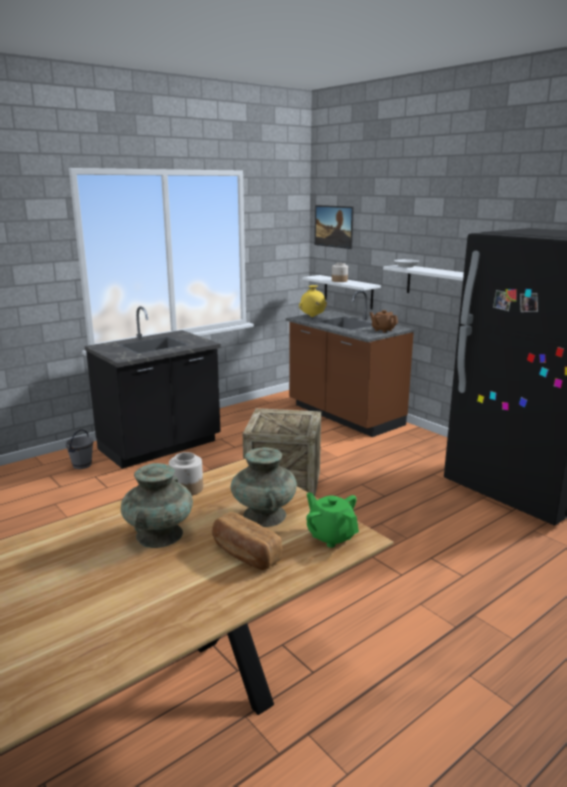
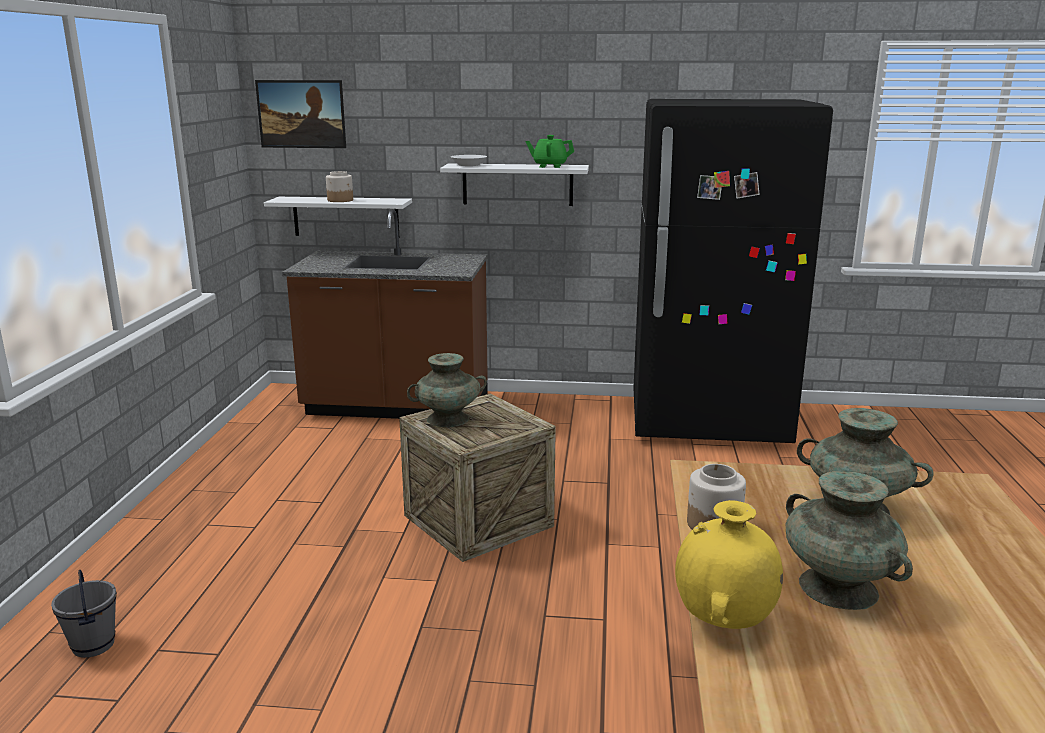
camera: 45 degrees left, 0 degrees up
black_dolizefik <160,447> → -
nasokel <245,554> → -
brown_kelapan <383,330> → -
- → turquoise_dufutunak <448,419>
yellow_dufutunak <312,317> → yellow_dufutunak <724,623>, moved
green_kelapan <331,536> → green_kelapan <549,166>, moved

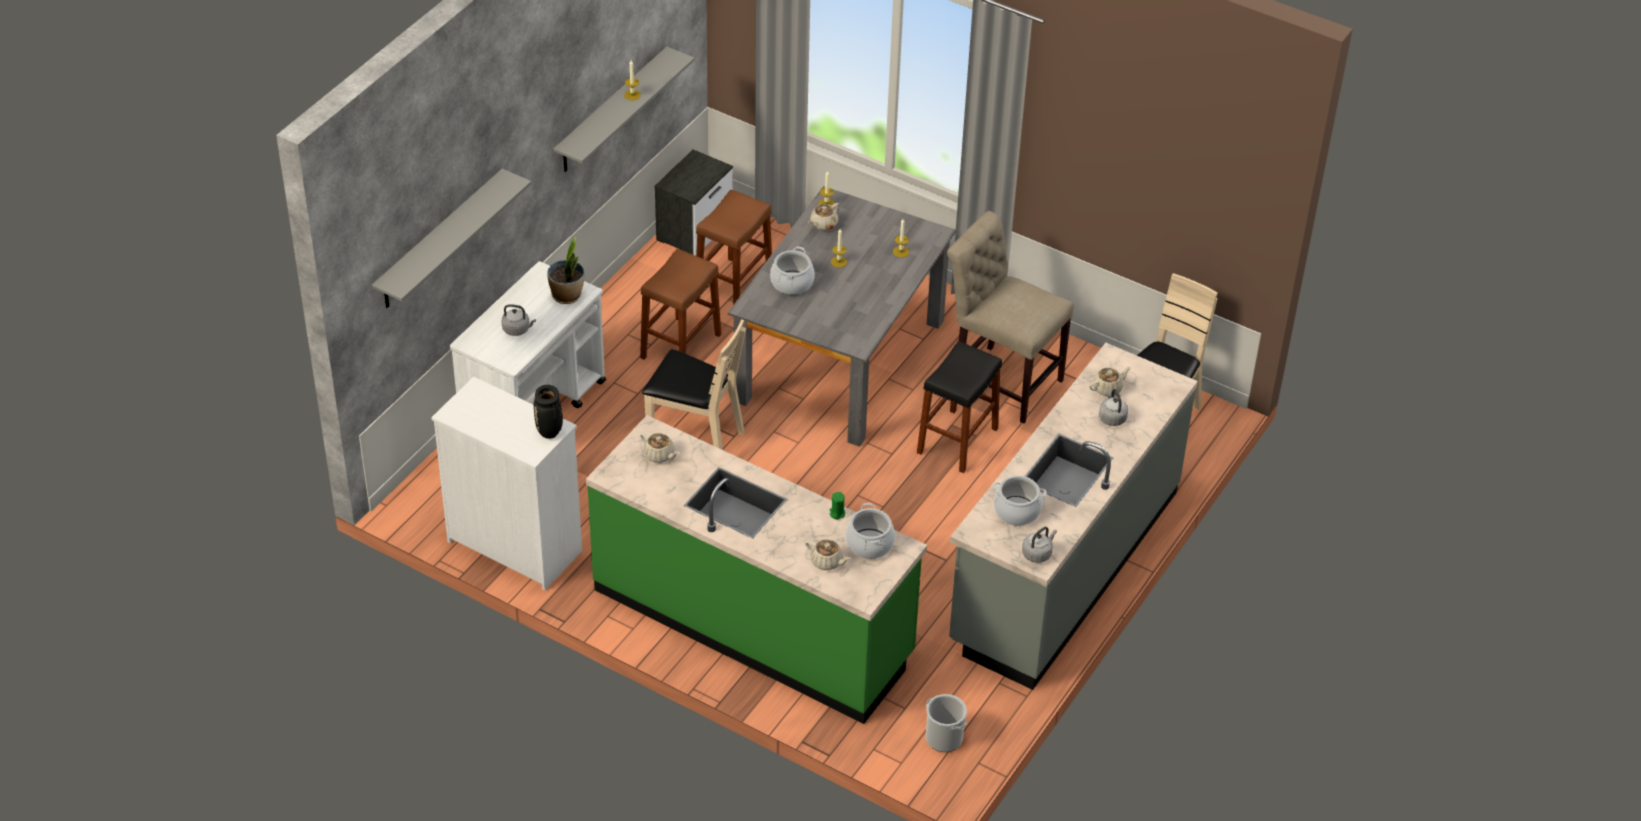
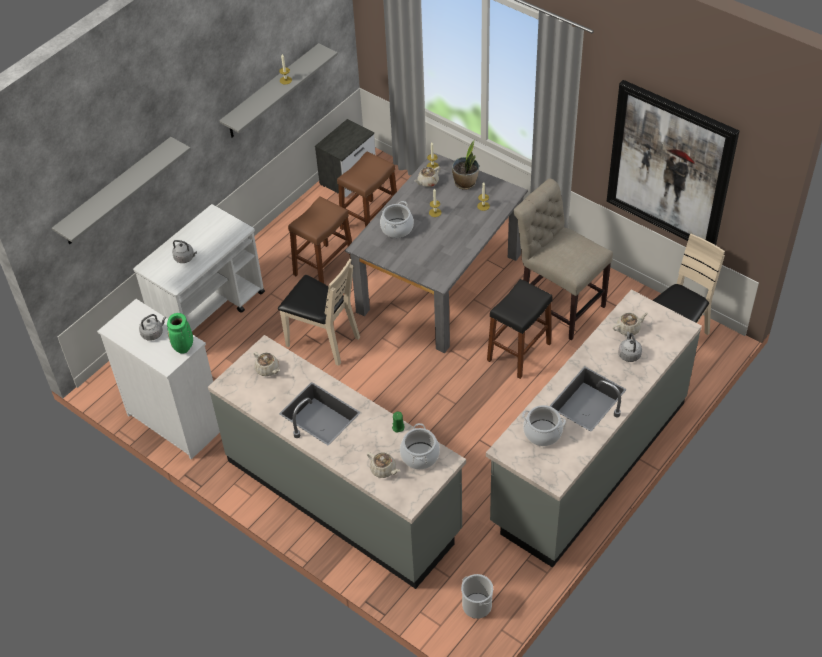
camera: 10 degrees right, 5 degrees up
- → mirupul <670,166>
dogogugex <567,295> → dogogugex <465,183>, moved
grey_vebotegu <1038,553> → grey_vebotegu <153,333>, moved
black_dufutunak <550,432> → green_dufutunak <184,348>
green_dolizefik <754,623> → grey_dolizefik <343,496>

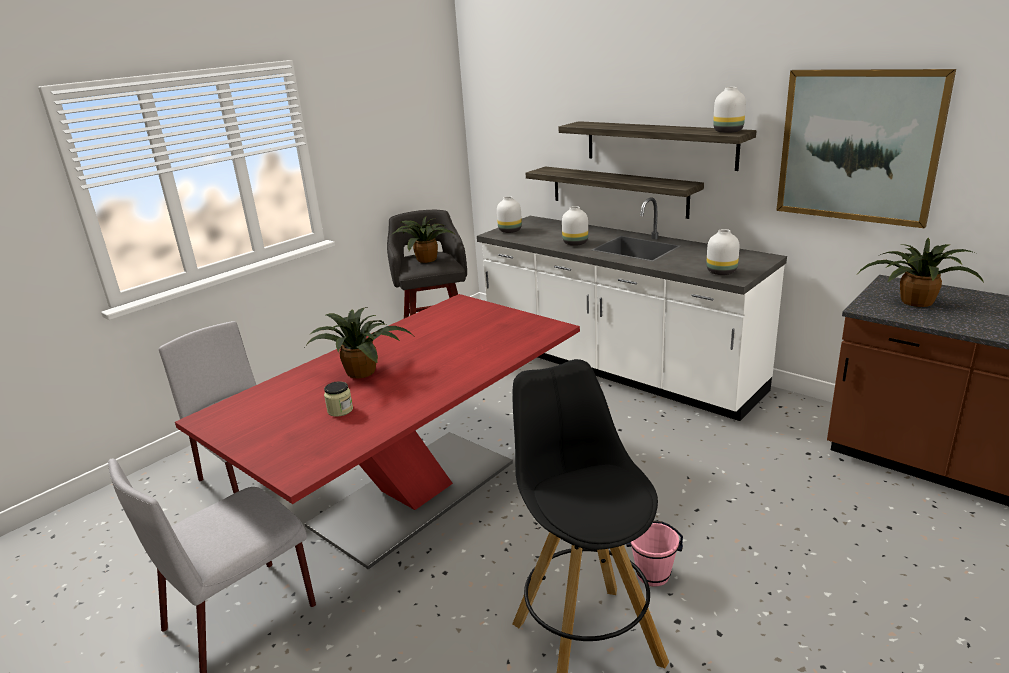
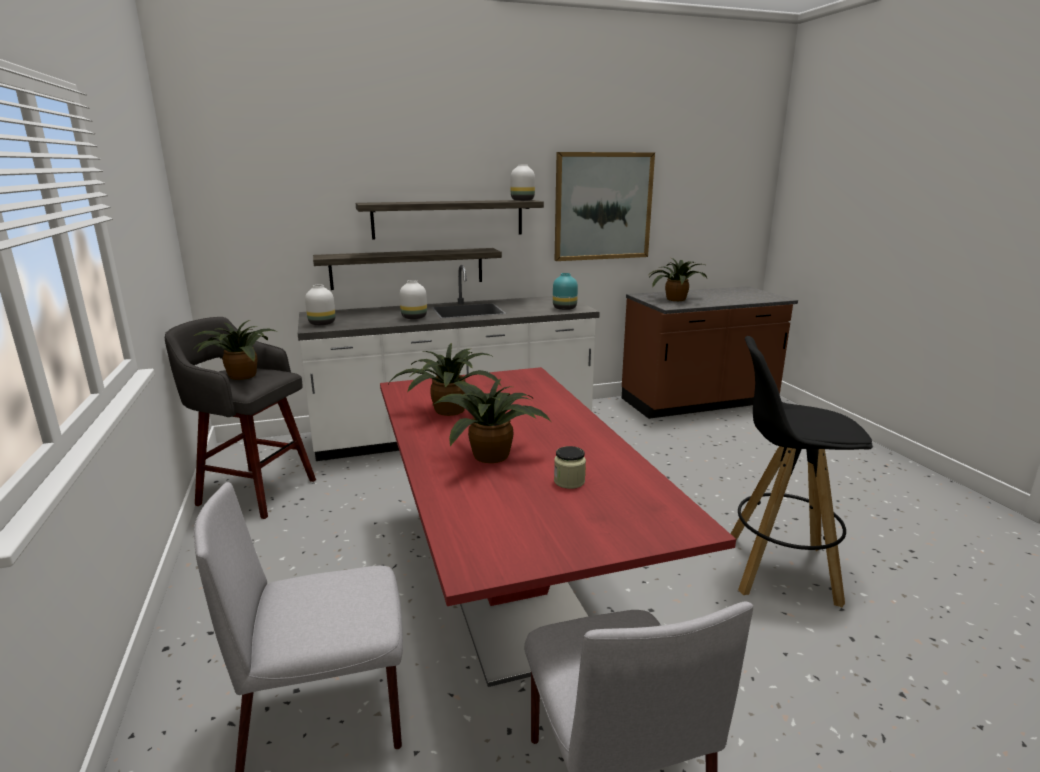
camera: 60 degrees left, 5 degrees down
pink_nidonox <653,575> → -
- → dogogugex <447,411>
white_dufutunak <720,272> → turquoise_dufutunak <564,308>

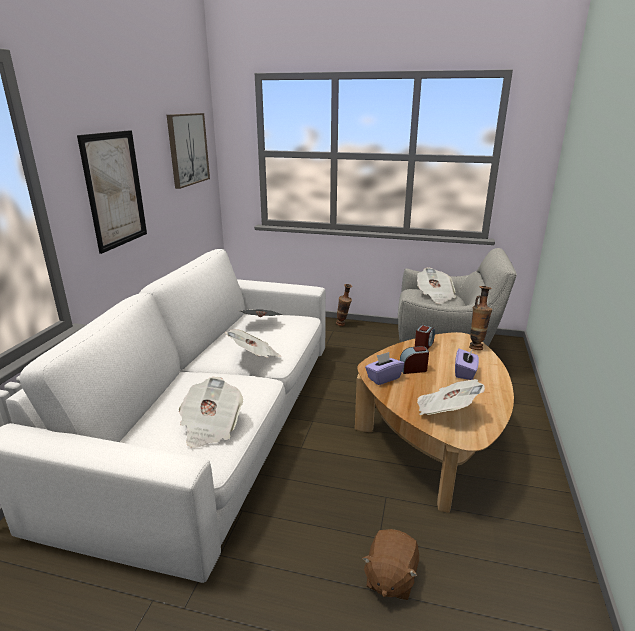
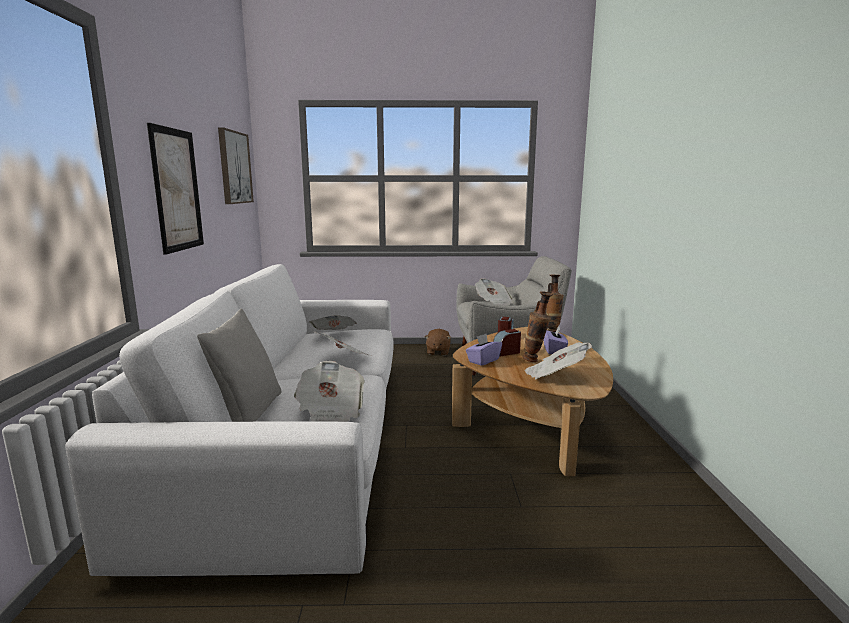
camera: 15 degrees left, 10 degrees down
- → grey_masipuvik <248,415>
dufutunak <343,325> → dufutunak <535,361>, moved
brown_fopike <390,578> → brown_fopike <437,352>, moved

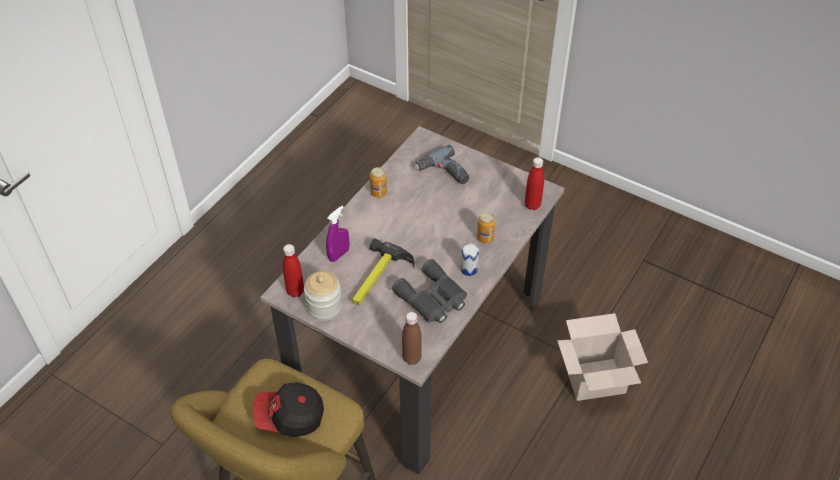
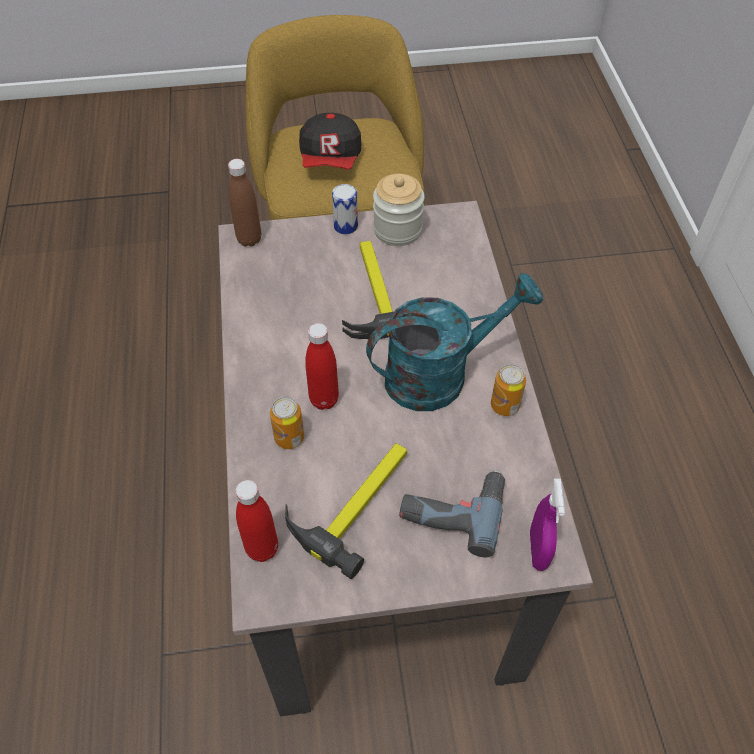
camera: 140 degrees right, 5 degrees up
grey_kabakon <432,299> → -
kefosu <594,380> → -
- → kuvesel <355,501>
- → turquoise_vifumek <440,373>
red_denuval <295,291> → red_denuval <324,399>, moved
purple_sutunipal <339,255> → purple_sutunipal <538,550>, moved
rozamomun <469,269> → rozamomun <345,226>, moved
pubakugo <290,417> → pubakugo <331,159>, 135 degrees clockwise

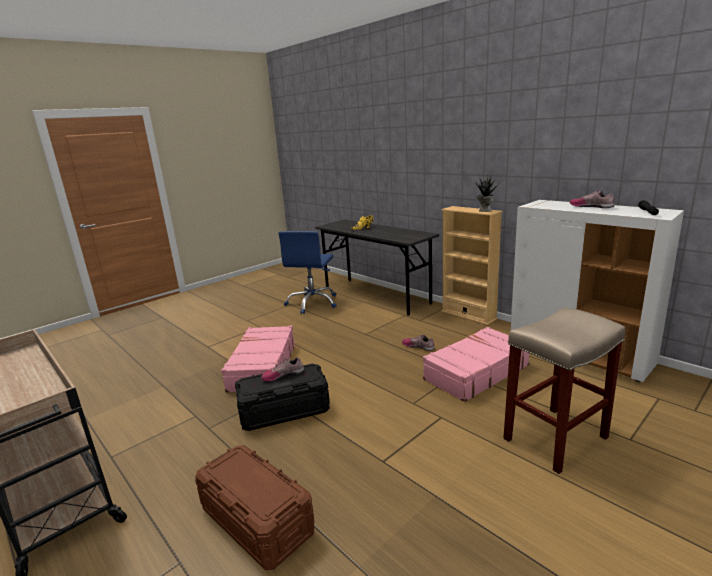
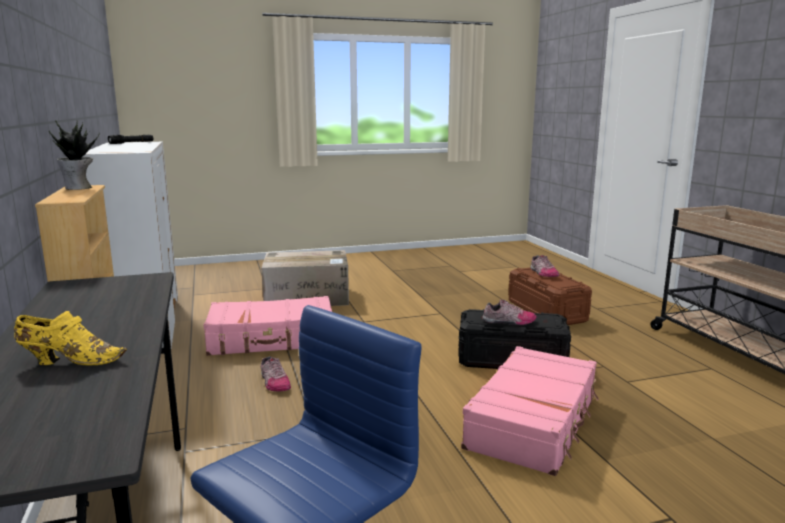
camera: 155 degrees left, 5 degrees down
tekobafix <591,206> → tekobafix <543,273>, moved
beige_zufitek <555,439> → kefosu <308,297>

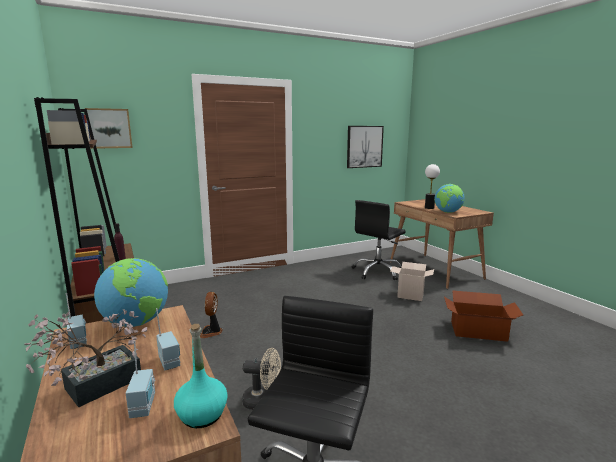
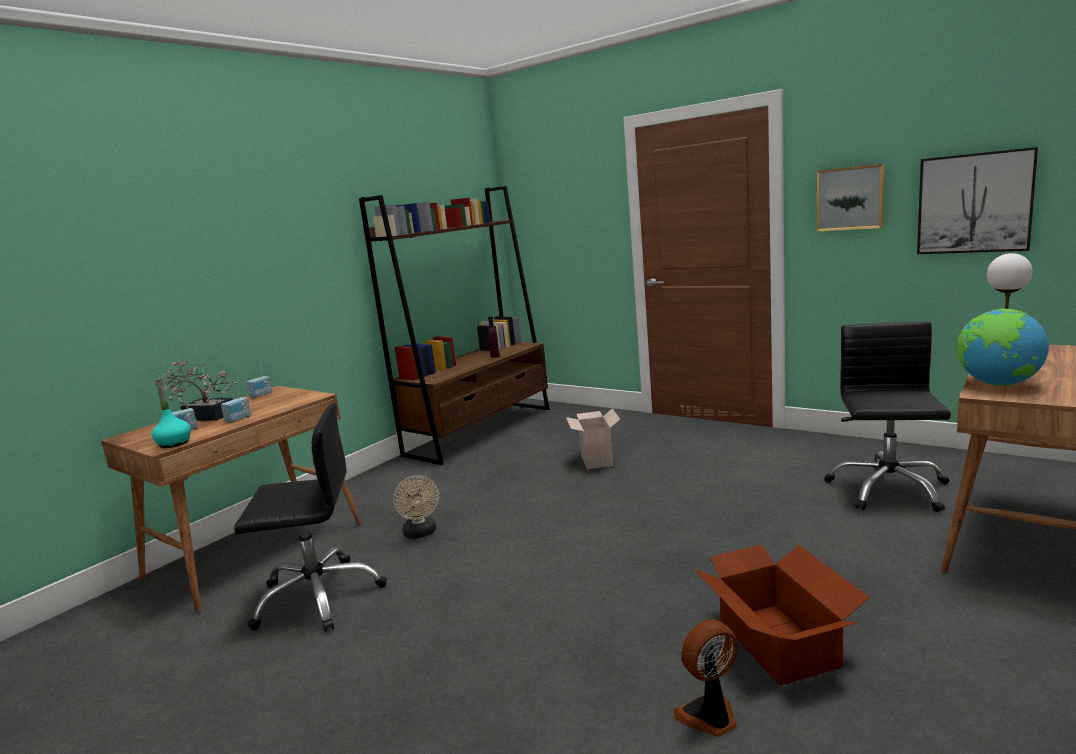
camera: 65 degrees right, 0 degrees up
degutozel <136,323> → -
mirupul <109,128> → mirupul <850,198>, moved
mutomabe <211,332> → mutomabe <710,717>, moved
kefosu <409,296> → kefosu <595,460>, moved
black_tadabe <377,272> → black_tadabe <887,489>, 90 degrees clockwise

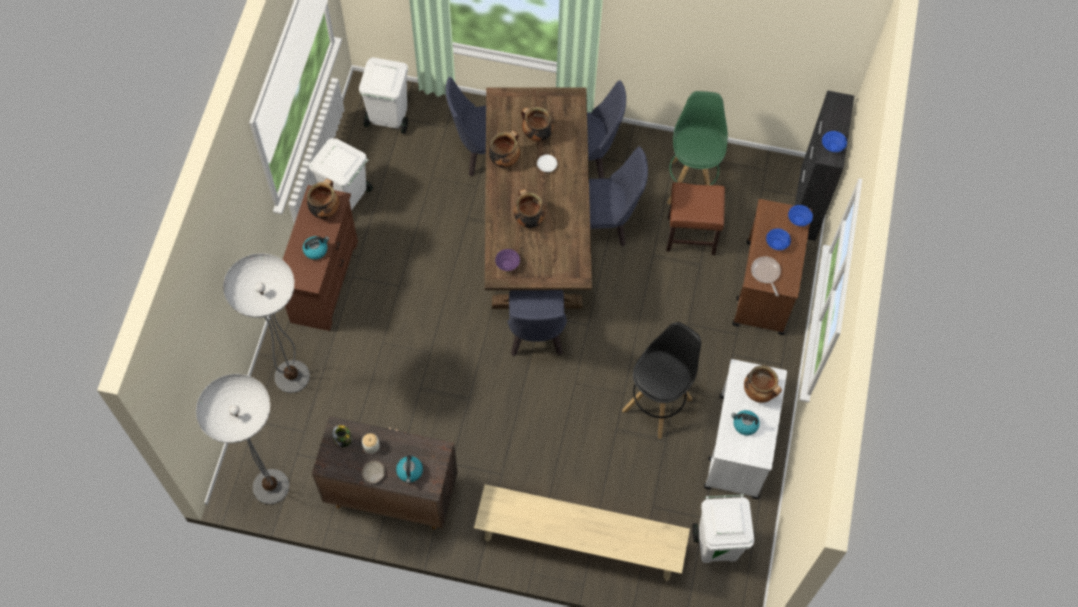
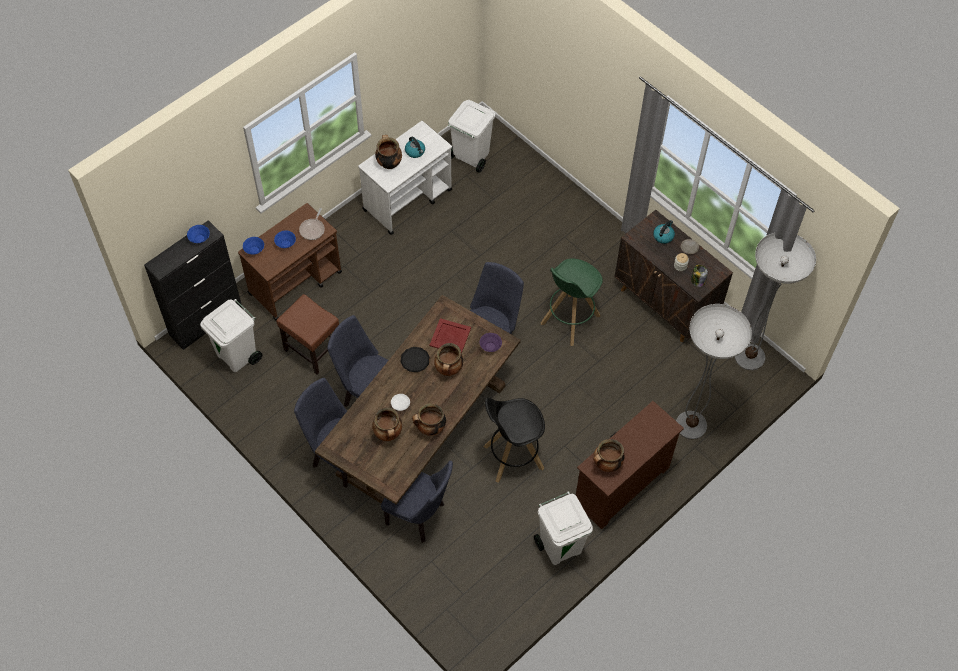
camera: 145 degrees left, 5 degrees down
vebotegu <316,250> → -
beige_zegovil <579,543> → -
- → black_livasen <415,360>
- → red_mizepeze <450,337>
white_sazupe <388,118> → white_sazupe <238,356>, moved
black_zufitek <658,404> → black_zufitek <512,457>, moved
green_zufitek <691,183> → green_zufitek <569,320>, moved

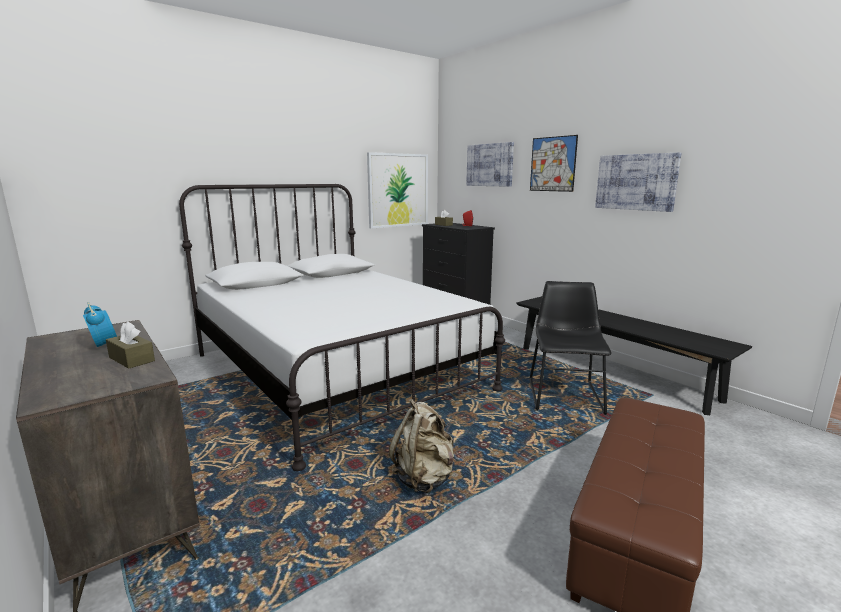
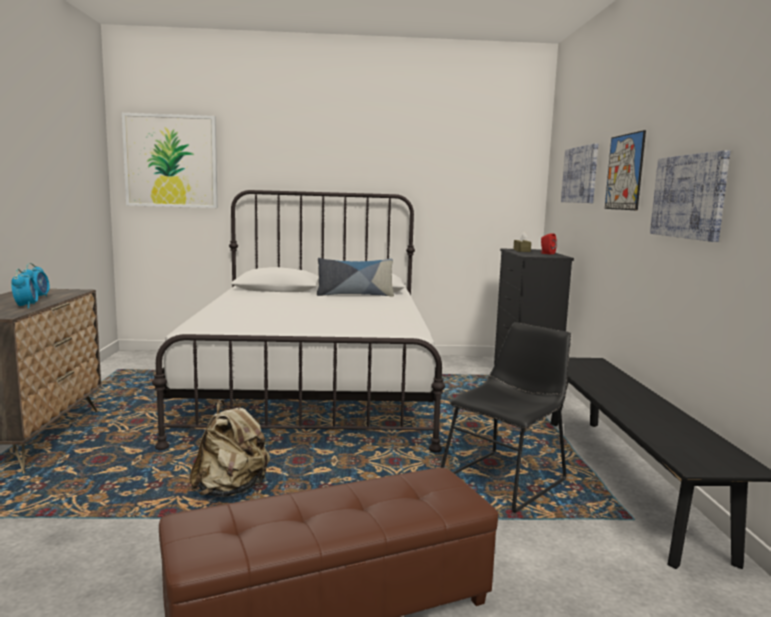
camera: 35 degrees right, 5 degrees down
- → masipuvik <355,295>
mirupul <398,190> → mirupul <171,161>, moved
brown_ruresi <132,359> → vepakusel <26,306>

